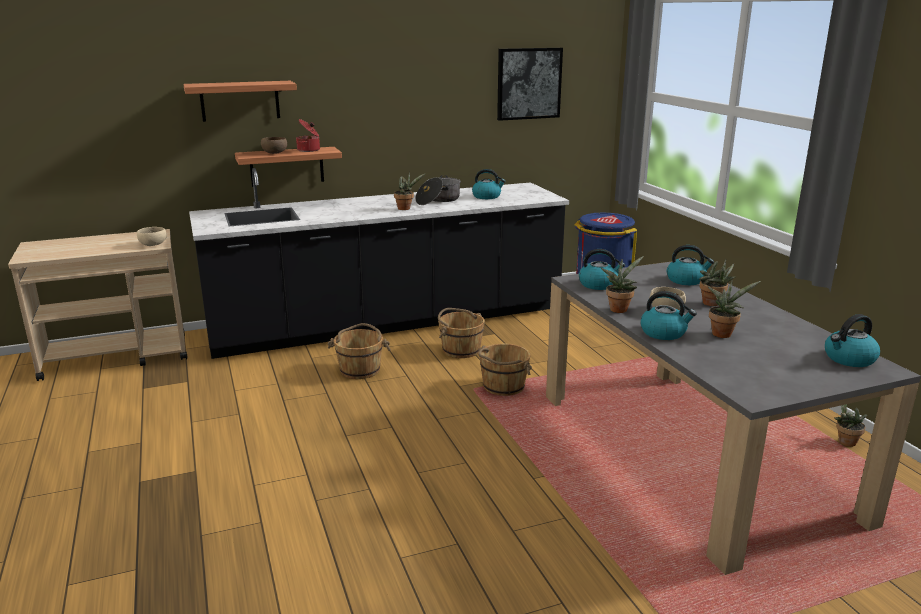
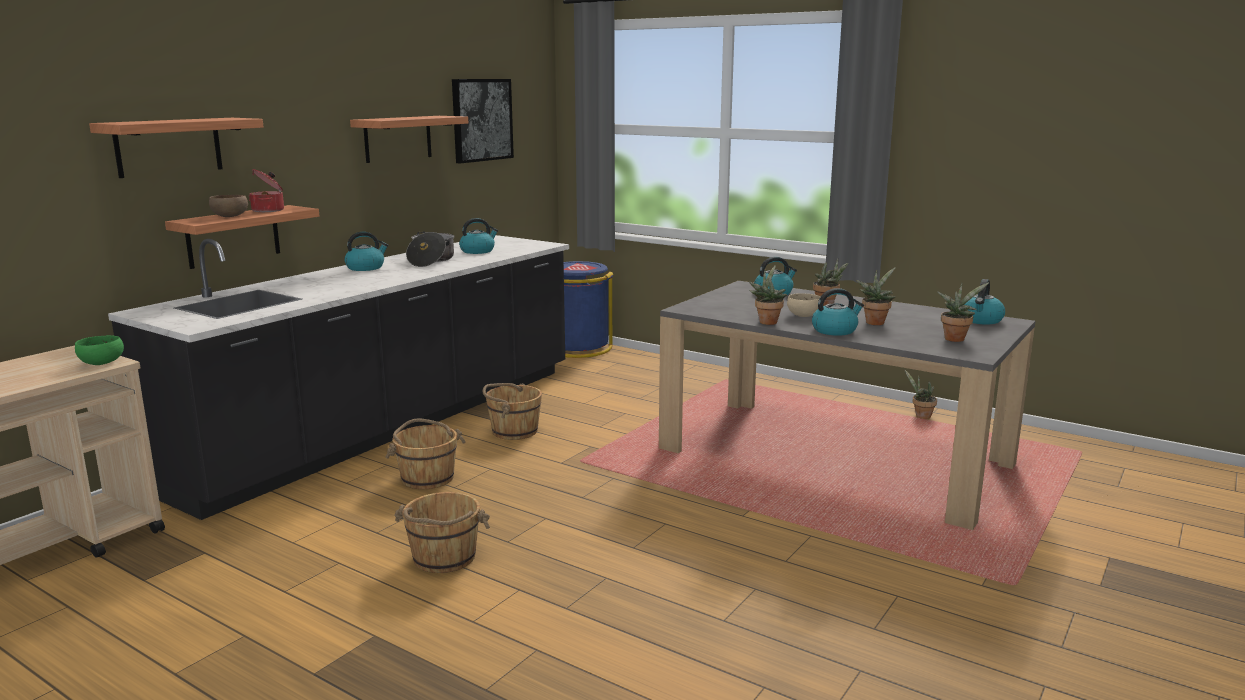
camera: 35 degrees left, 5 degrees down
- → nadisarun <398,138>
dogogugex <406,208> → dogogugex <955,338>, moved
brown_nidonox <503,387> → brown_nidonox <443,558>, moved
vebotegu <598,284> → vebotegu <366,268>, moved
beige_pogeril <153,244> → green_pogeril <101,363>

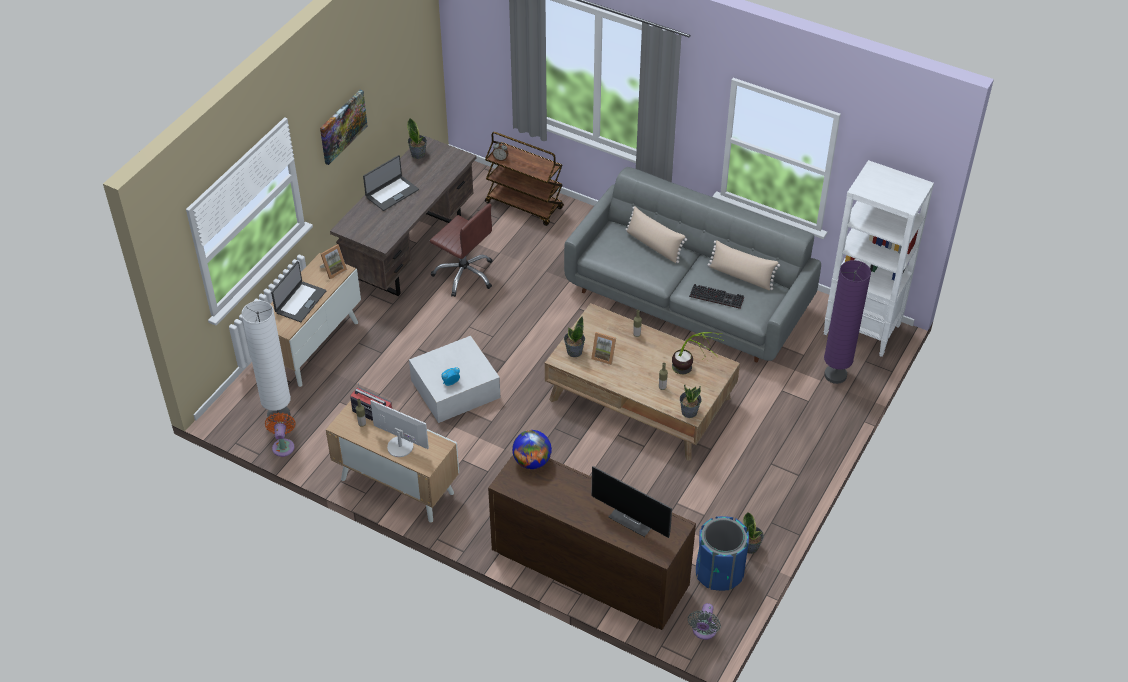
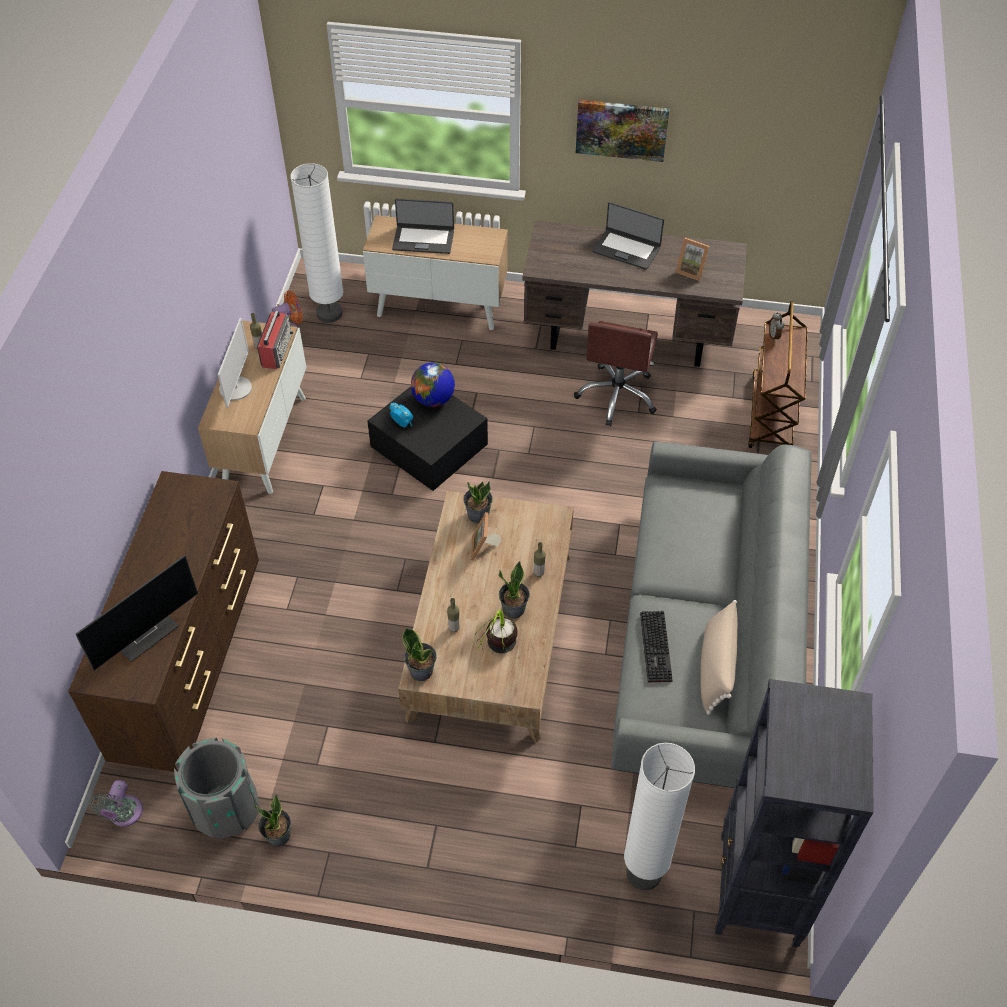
camera: 70 degrees right, 5 degrees up
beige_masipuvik <654,245> → -
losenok <333,270> → losenok <691,270>, moved
dogogugex <418,154> → dogogugex <514,609>, moved
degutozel <532,461> → degutozel <433,399>, moved
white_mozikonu <455,389> → black_mozikonu <429,445>
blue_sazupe <719,572> → grey_sazupe <225,808>
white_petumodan <862,330> → black_petumodan <758,891>
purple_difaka <835,375> → white_difaka <644,873>
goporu <634,519> → goporu <145,632>, 150 degrees counterclockwise
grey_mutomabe <703,631> → grey_mutomabe <124,814>, 75 degrees counterclockwise

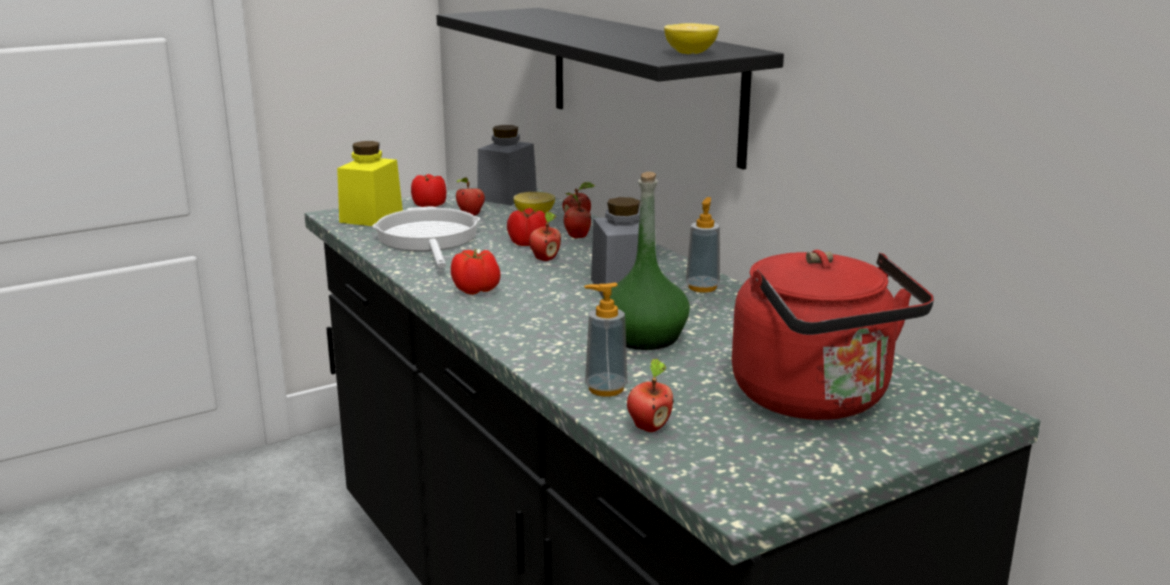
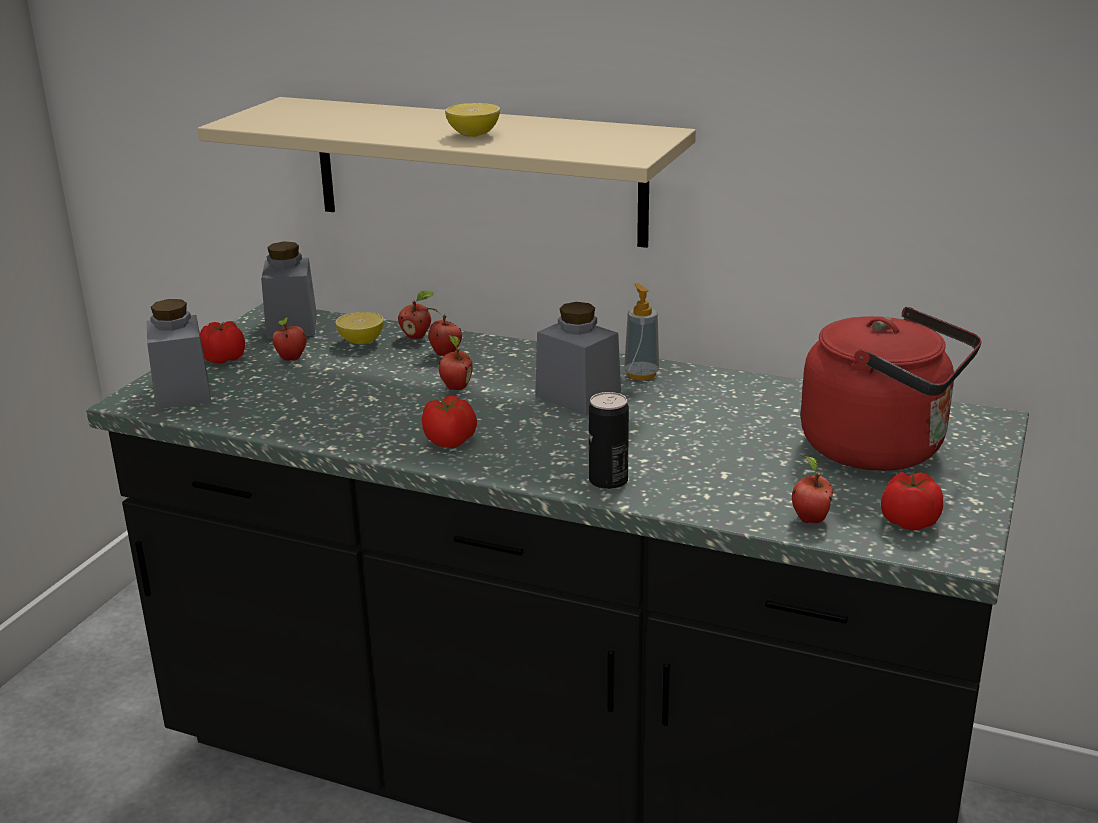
camera: 35 degrees left, 5 degrees up
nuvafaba <428,239> → -
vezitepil <606,389> → -
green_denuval <644,337> → -
- → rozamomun <608,481>
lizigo <527,243> → lizigo <908,522>, moved
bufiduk <690,53> → bufiduk <474,135>, moved
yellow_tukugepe <371,217> → grey_tukugepe <182,392>
black_nadisarun <642,81> → beige_nadisarun <477,170>

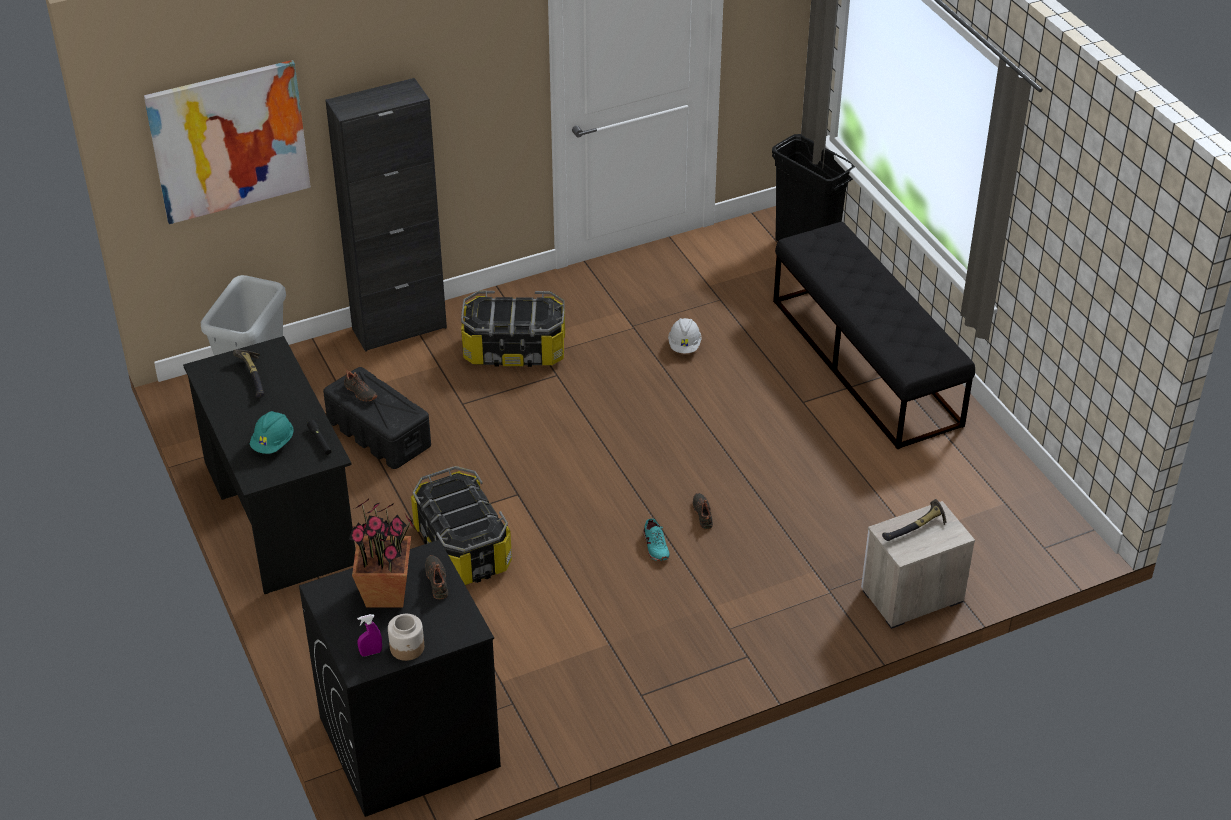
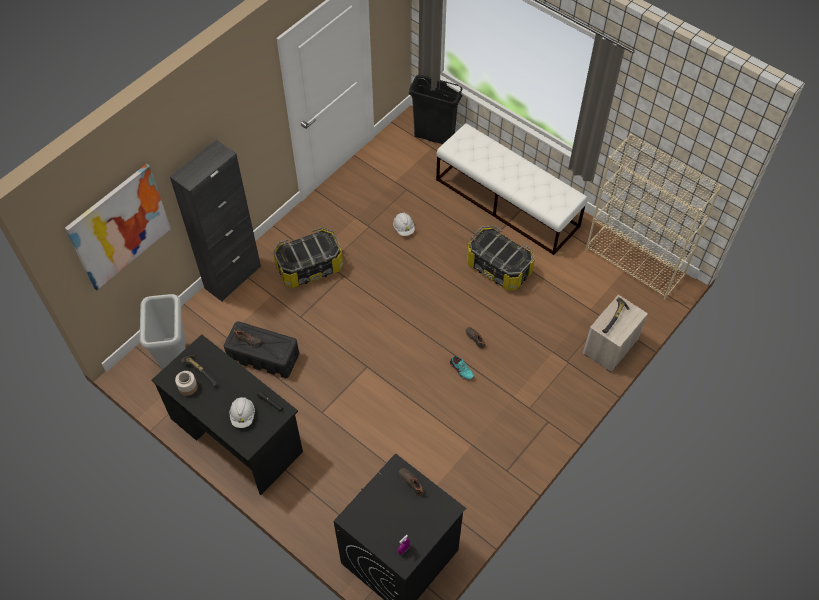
camera: 25 degrees left, 15 degrees up
dogogugex <387,593> → -
- → beige_petumodan <635,263>
tukugepe <407,648> → tukugepe <188,387>, moved
mozikonu <462,548> → mozikonu <498,268>, moved
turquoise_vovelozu <273,443> → white_vovelozu <243,415>
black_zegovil <866,362> → white_zegovil <507,203>

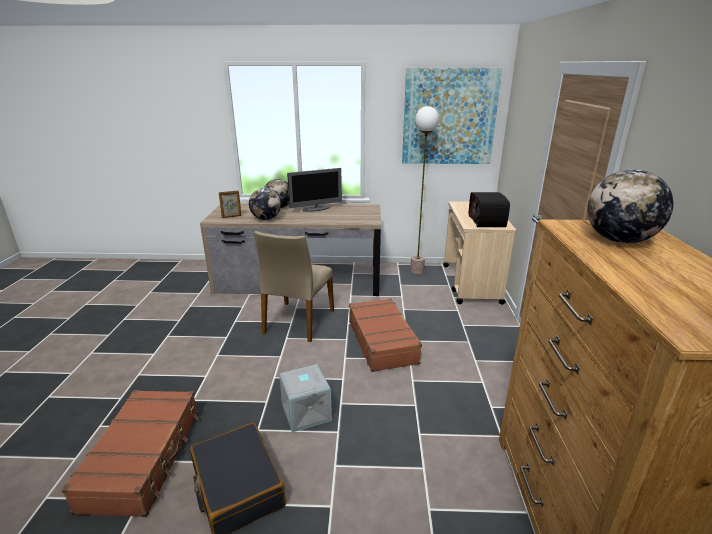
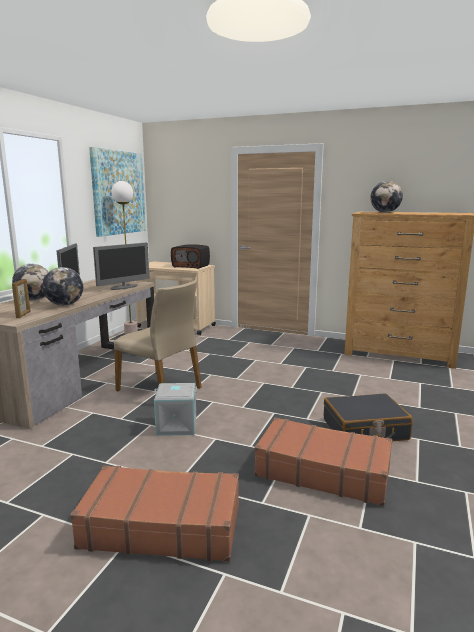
camera: 70 degrees left, 10 degrees down
- → goporu <124,287>
grey_mozikonu <305,412> → grey_mozikonu <176,426>, moved
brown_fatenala <382,341> → brown_fatenala <161,525>, moved

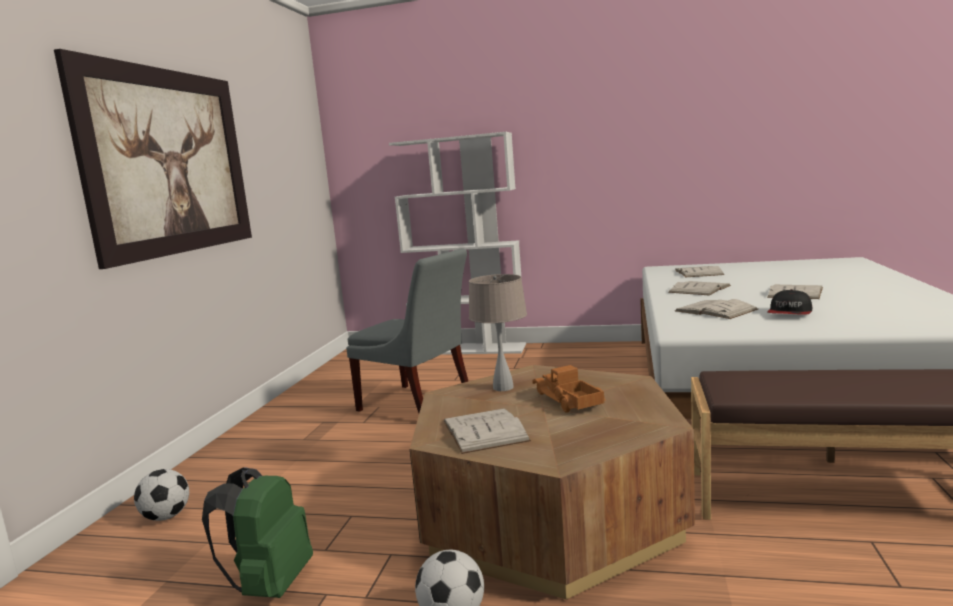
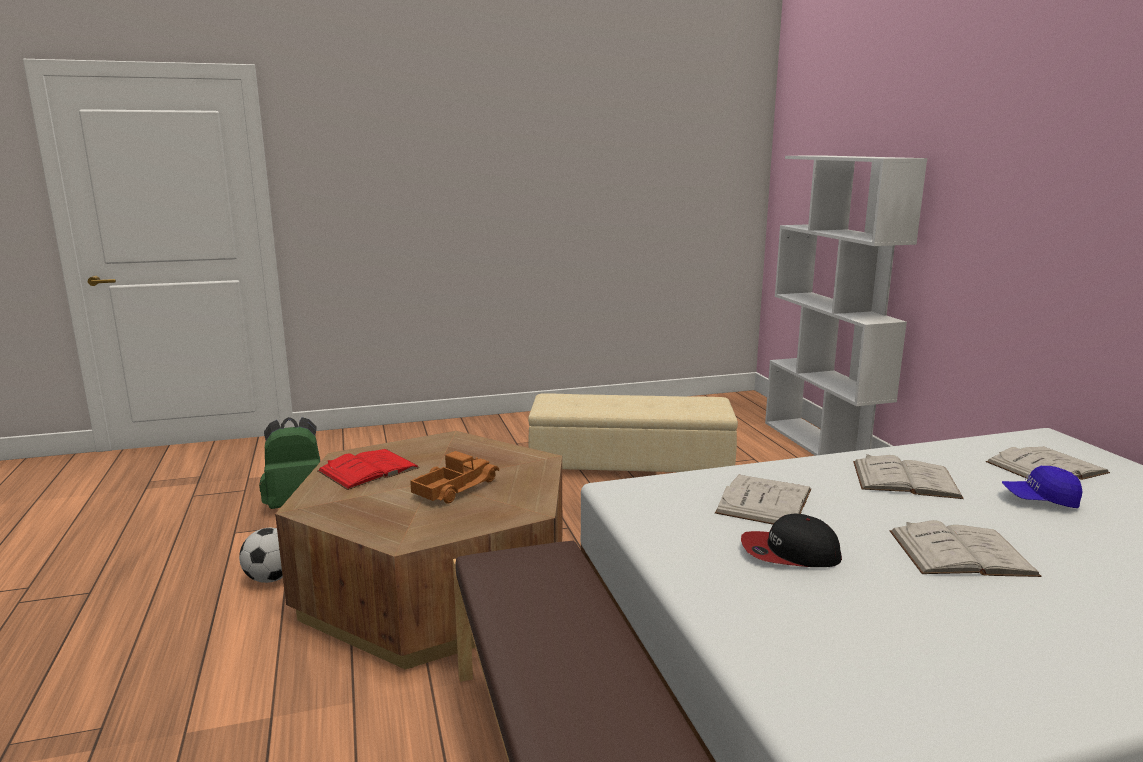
camera: 60 degrees right, 5 degrees up
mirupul <169,162> → -
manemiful <166,517> → -
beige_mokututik <503,387> → -
- → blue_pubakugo <1040,500>
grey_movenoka <418,404> → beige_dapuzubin <630,465>
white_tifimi <484,430> → red_tifimi <368,469>

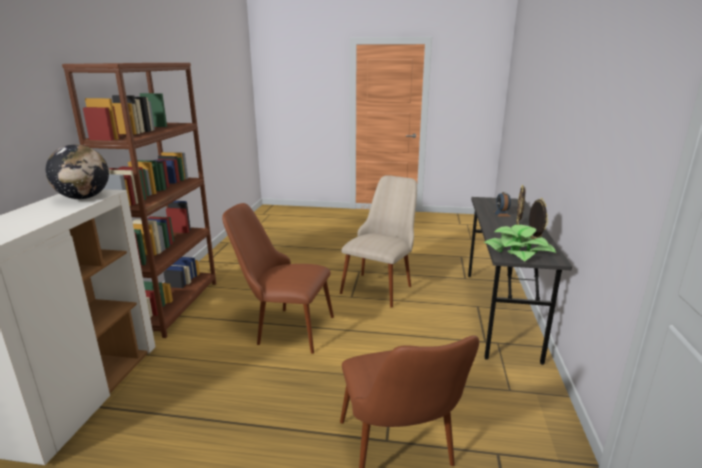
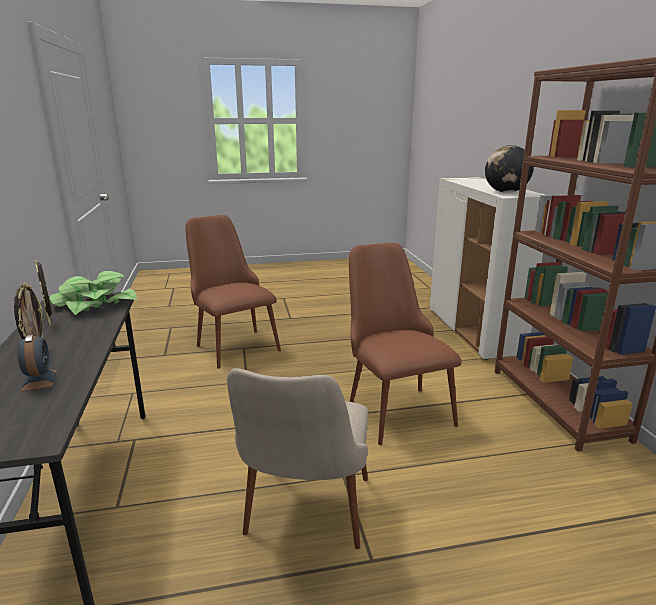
camera: 160 degrees right, 0 degrees up
brown_movenoka <283,328> → brown_movenoka <393,405>, 105 degrees counterclockwise

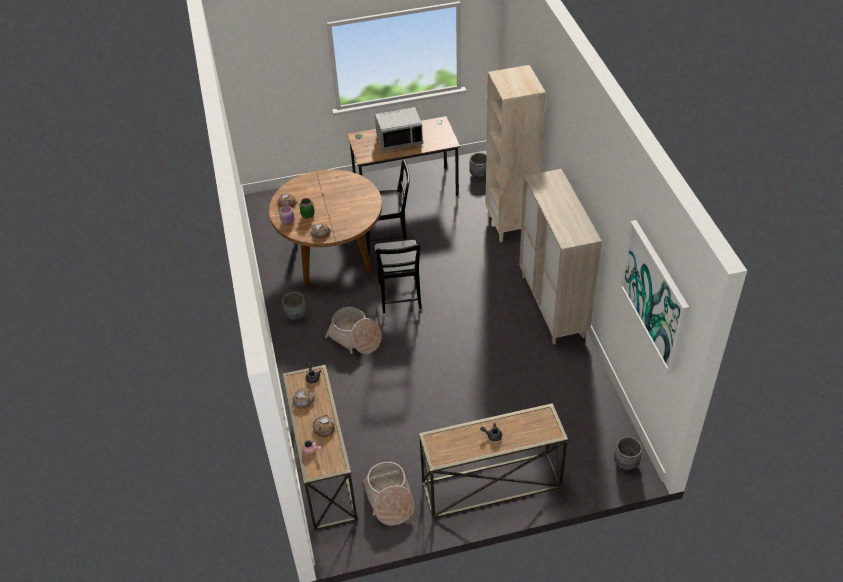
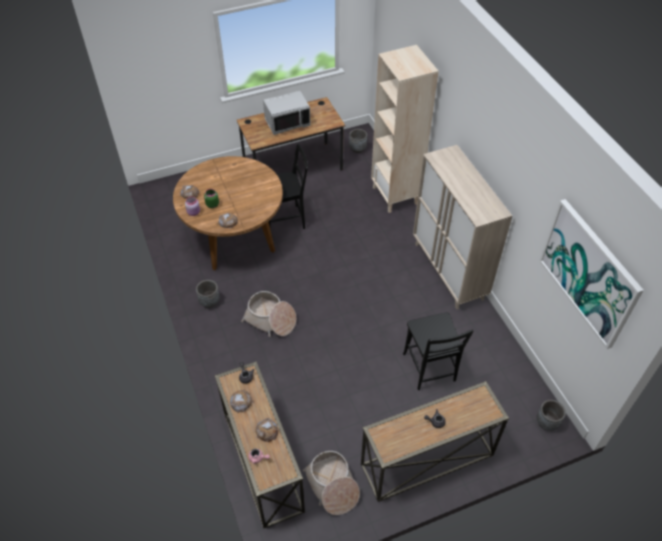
camera: 10 degrees left, 5 degrees up
black_movenoka <400,298> → black_movenoka <430,370>, moved

